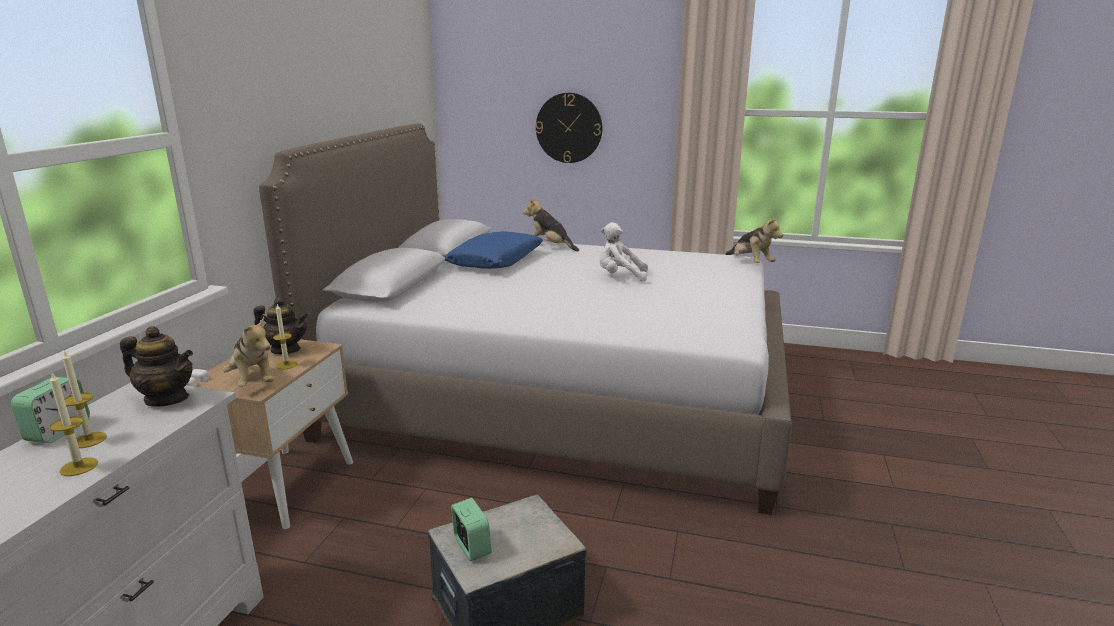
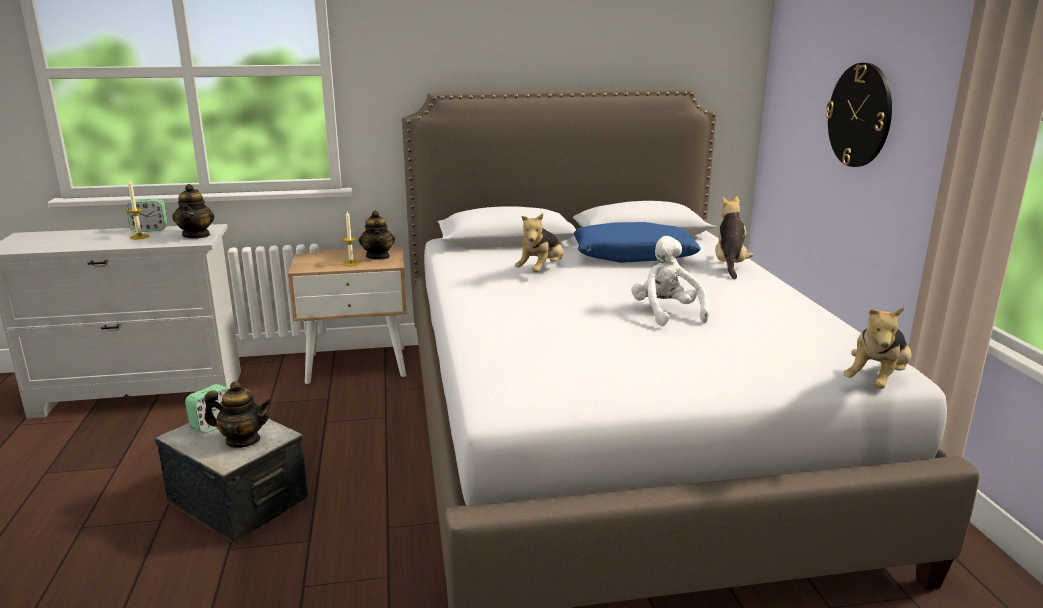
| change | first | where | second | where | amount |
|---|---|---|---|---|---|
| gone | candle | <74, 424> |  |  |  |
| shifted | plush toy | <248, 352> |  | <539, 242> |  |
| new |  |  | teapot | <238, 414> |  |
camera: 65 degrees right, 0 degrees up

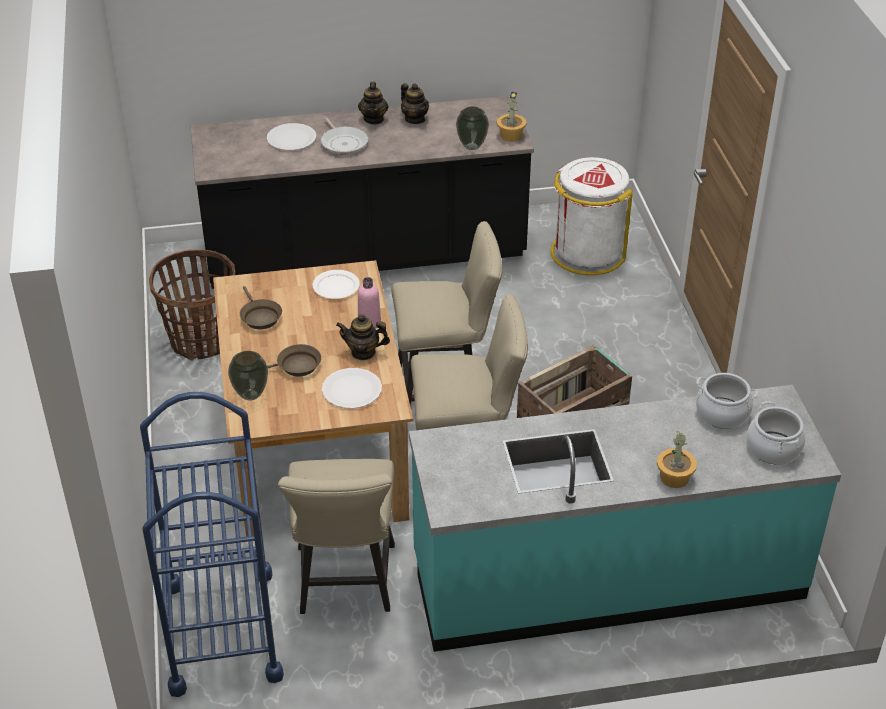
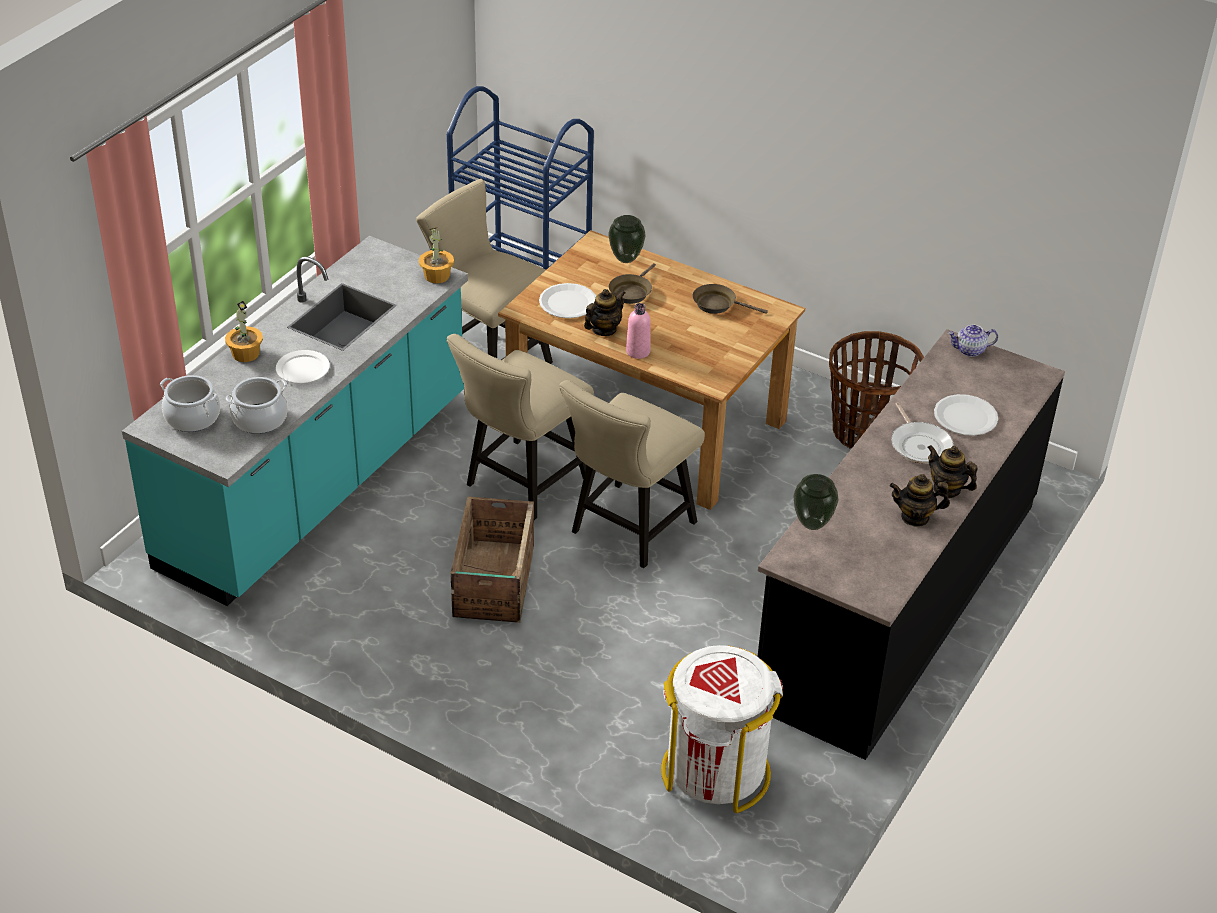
| change | first | where | second | where | amount |
|---|---|---|---|---|---|
| shifted | white plate | <336, 284> |  | <303, 366> |  |
| rotated | frying pan | <344, 135> |  | <922, 433> | 120 degrees counterclockwise |
| shifted | potted plant | <512, 117> |  | <436, 255> |  |
| new |  |  | teapot | <973, 341> |  |
camera: 130 degrees right, 0 degrees up

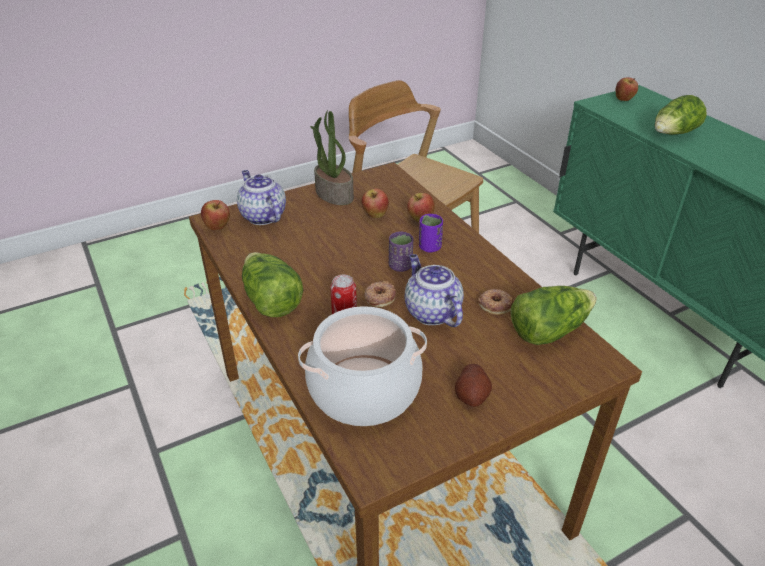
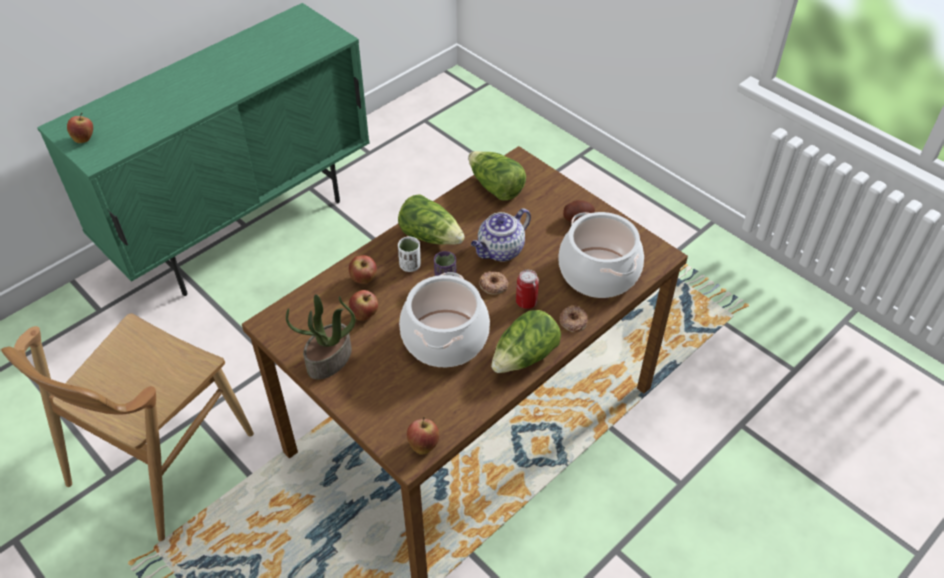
| change | first | where | second | where | amount |
|---|---|---|---|---|---|
| gone | teapot | <261, 197> |  |  |  |
| repainted | purple cup | <431, 233> | white cup | <409, 254> |  |
| shifted | donut | <495, 302> |  | <573, 319> |  |
| shifted | lettuce | <680, 115> |  | <431, 219> |  |
| new |  |  | cooking pot | <444, 319> |  |
camera: 105 degrees left, 10 degrees up

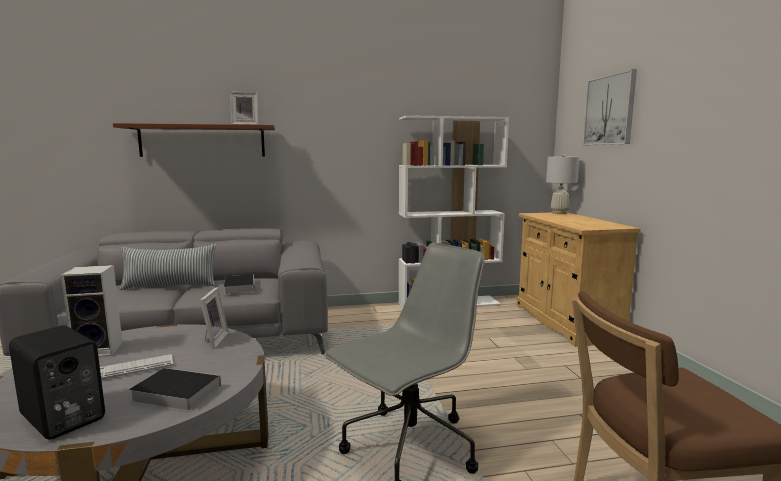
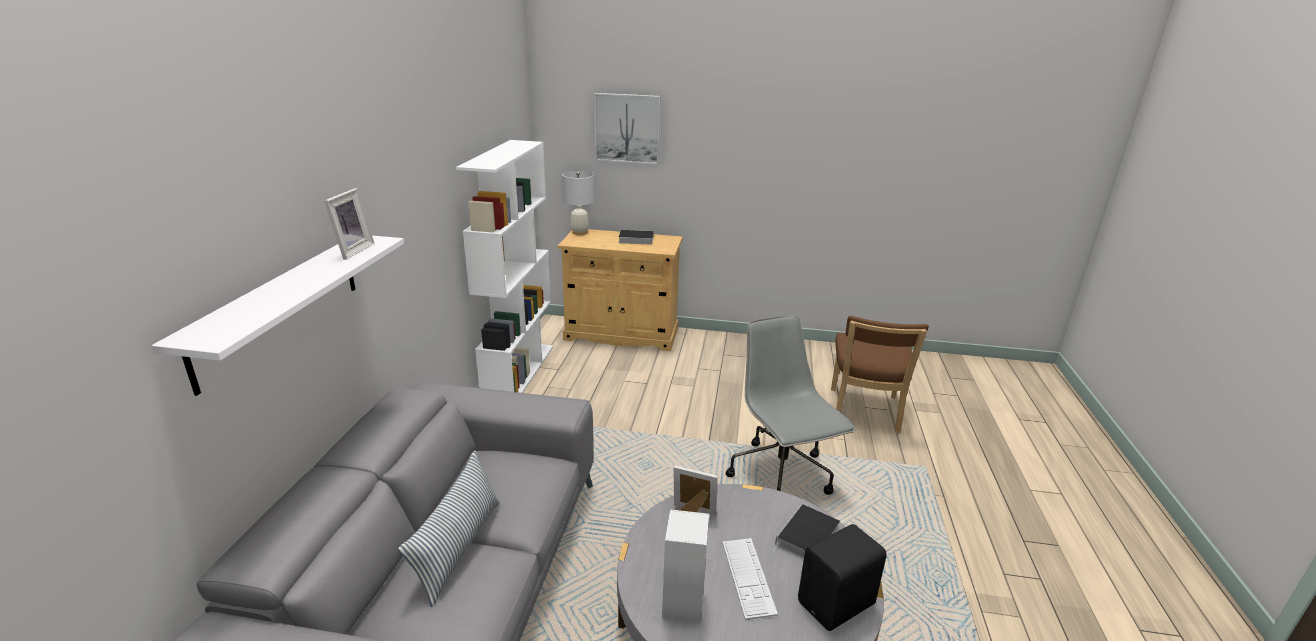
| change | first | where | second | where | amount |
|---|---|---|---|---|---|
| repainted | brown shelf | <194, 140> | white shelf | <277, 316> |  |
| shifted | book | <239, 284> |  | <636, 237> |  |
camera: 70 degrees left, 15 degrees up

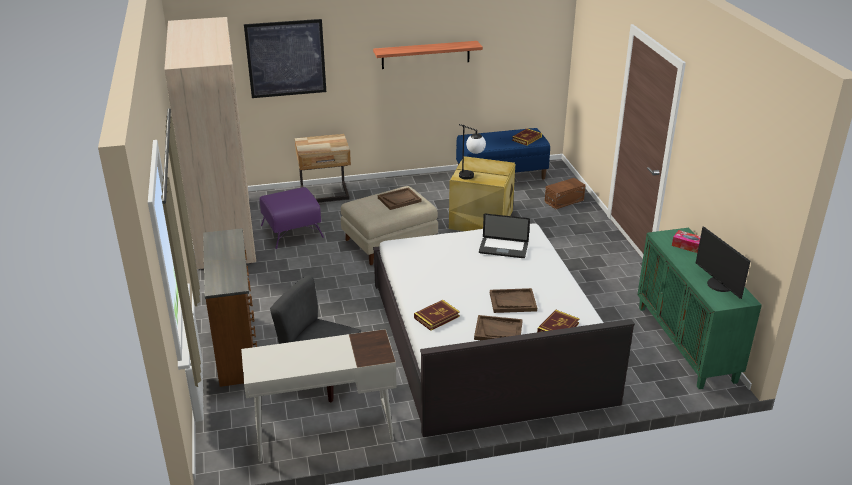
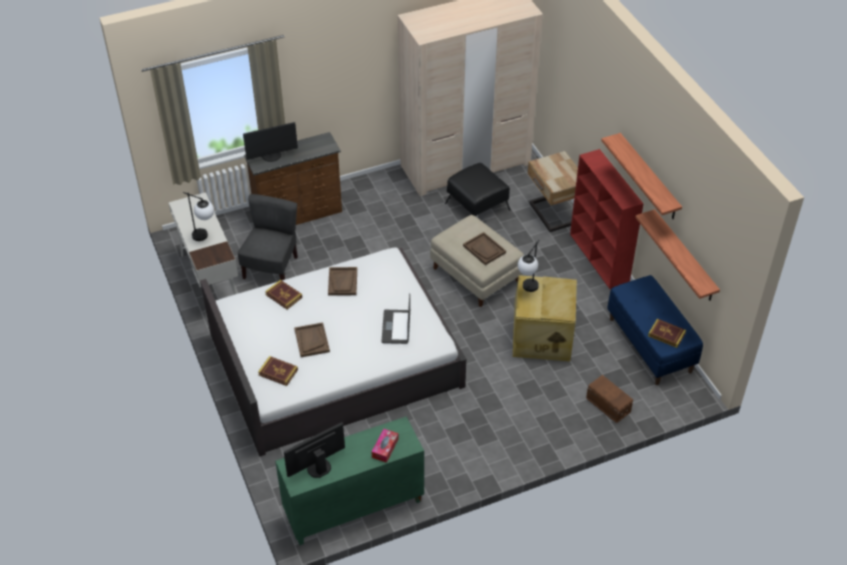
| change | first | where | second | where | amount |
|---|---|---|---|---|---|
| gone | picture | <285, 58> |  |  |  |
| repainted | purple ottoman | <291, 218> | black ottoman | <477, 190> |  |
| shifted | brown tray | <498, 327> |  | <342, 281> |  |
| new |  |  | table lamp | <198, 216> |  |
| new |  |  | monitor | <270, 142> |  |
| new |  |  | red bookcase | <607, 219> |  |
| new |  |  | shelf | <677, 255> |  |
camera: 80 degrees right, 15 degrees up

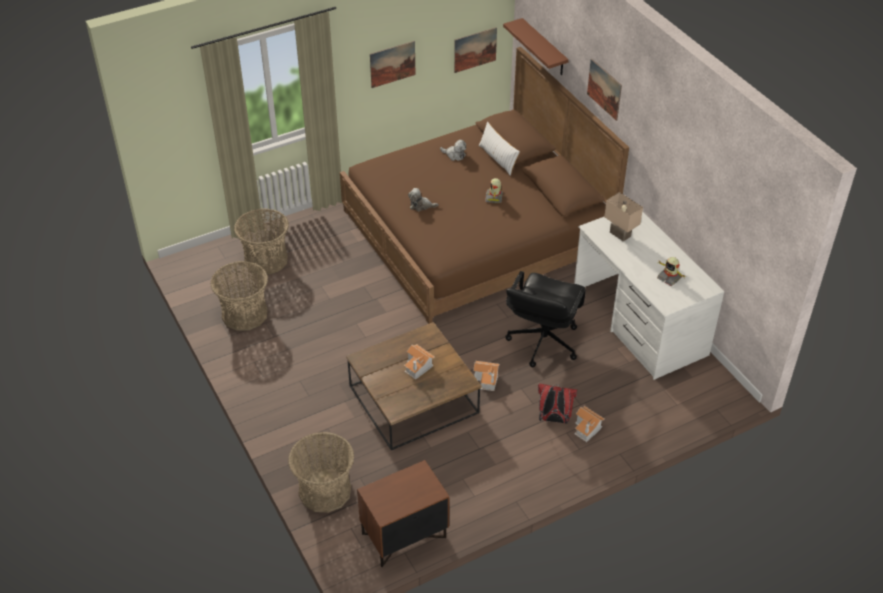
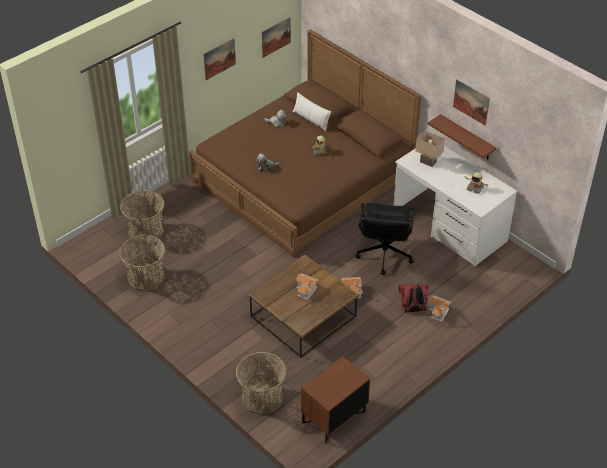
| change | first | where | second | where | amount |
|---|---|---|---|---|---|
| shifted | brown shelf | <536, 46> |  | <462, 136> |  |
| shifted | picture | <604, 90> |  | <471, 103> |  |
camera: 15 degrees left, 0 degrees up

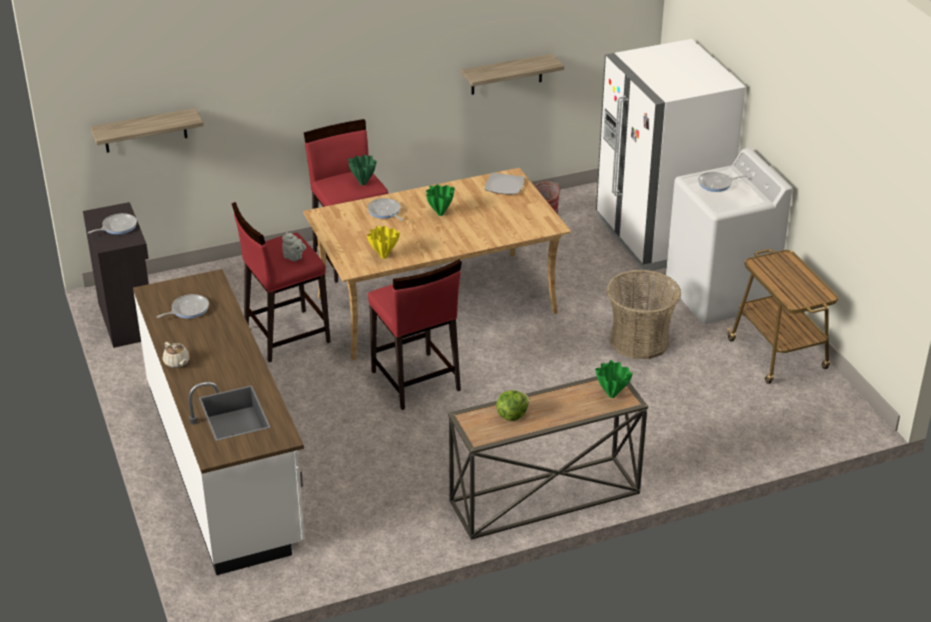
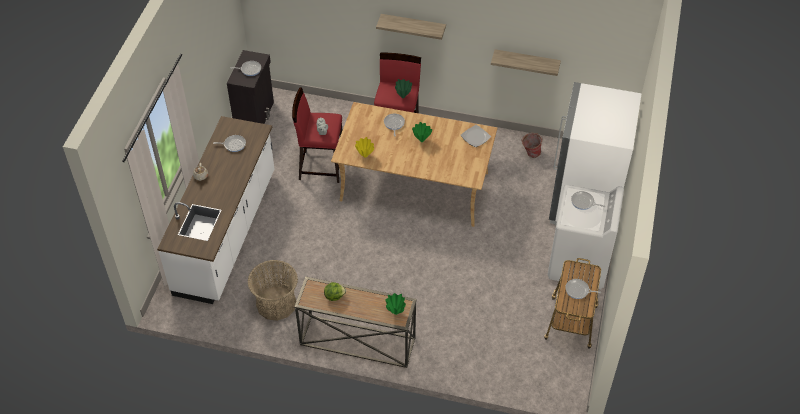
| change | first | where | second | where | amount |
|---|---|---|---|---|---|
| shifted | shelf | <146, 130> |  | <411, 27> |  |
| gone | red stool | <415, 334> |  |  |  |
| shifted | basket | <643, 314> |  | <273, 290> |  |
| new |  |  | frying pan | <582, 289> |  |
camera: 35 degrees right, 15 degrees up

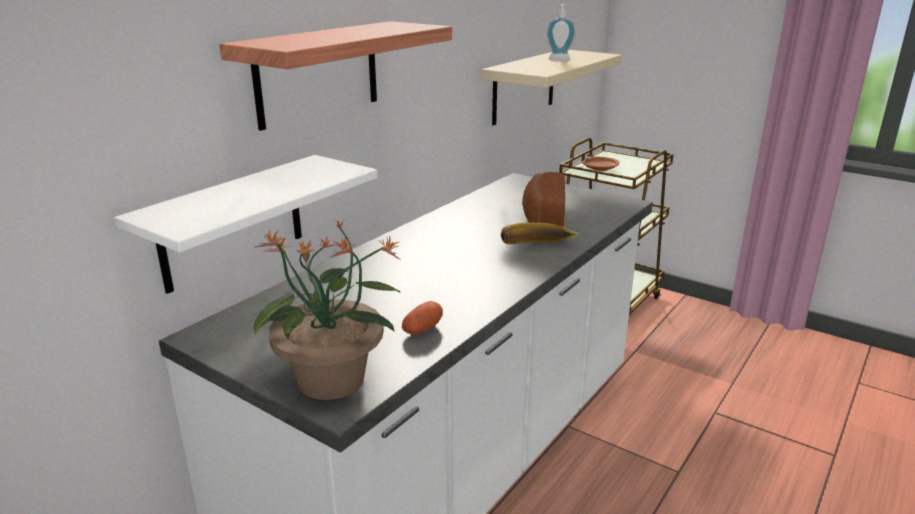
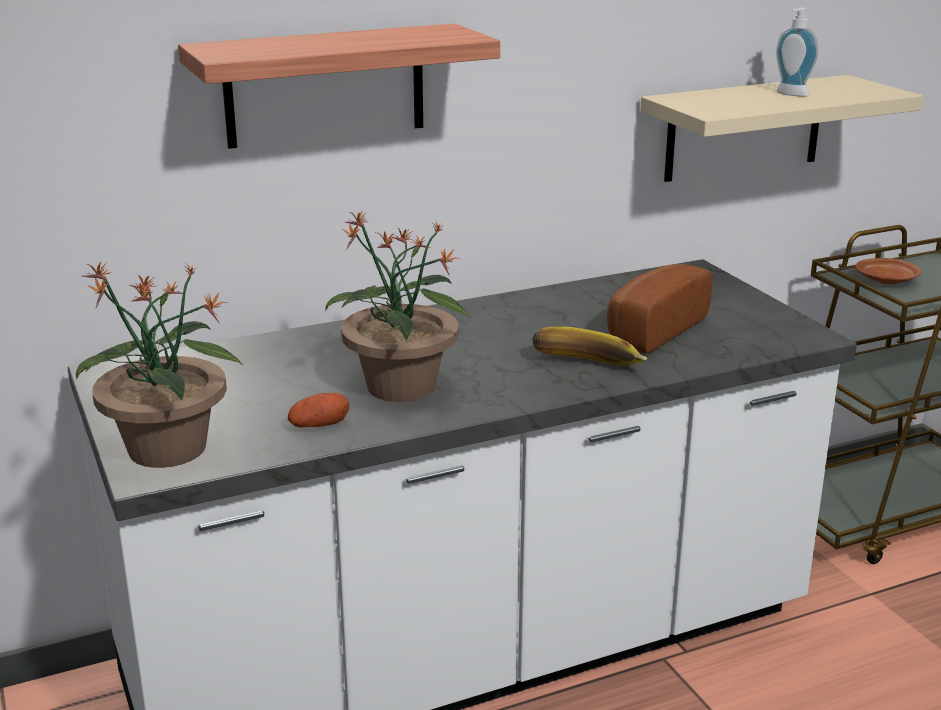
| change | first | where | second | where | amount |
|---|---|---|---|---|---|
| gone | white shelf | <246, 224> |  |  |  |
| new |  |  | potted plant | <398, 306> |  |
camera: 30 degrees right, 0 degrees up

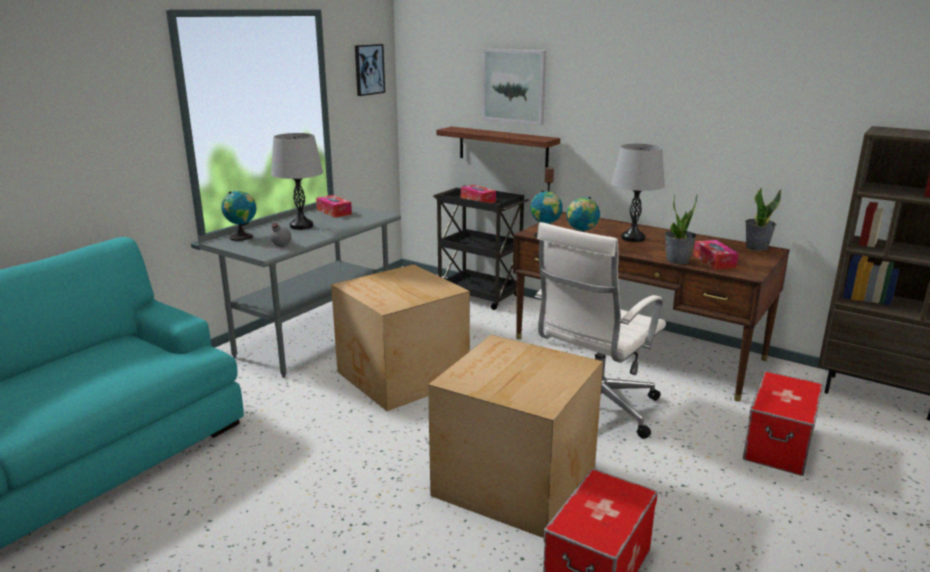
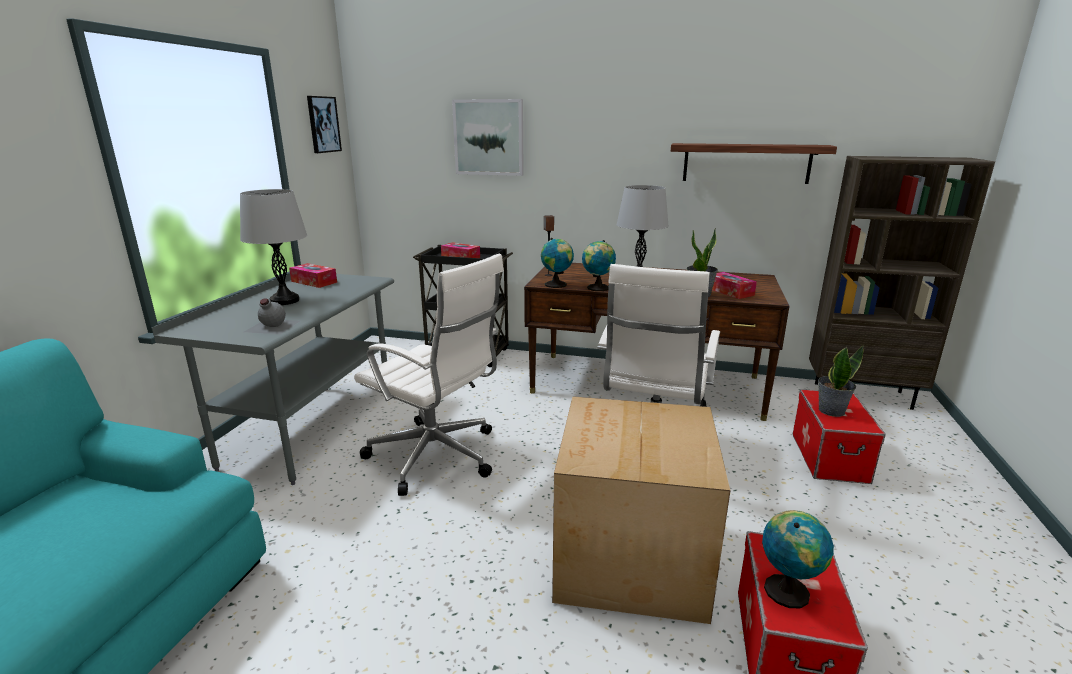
| change | first | where | second | where | amount |
|---|---|---|---|---|---|
| shifted | globe | <238, 216> |  | <798, 559> |  |
| swapped | cardboard box | <400, 337> | white office chair | <429, 375> |  |
| shifted | shelf | <498, 146> |  | <754, 163> |  |
| shifted | potted plant | <763, 219> |  | <841, 381> |  |
camera: 20 degrees left, 0 degrees up

